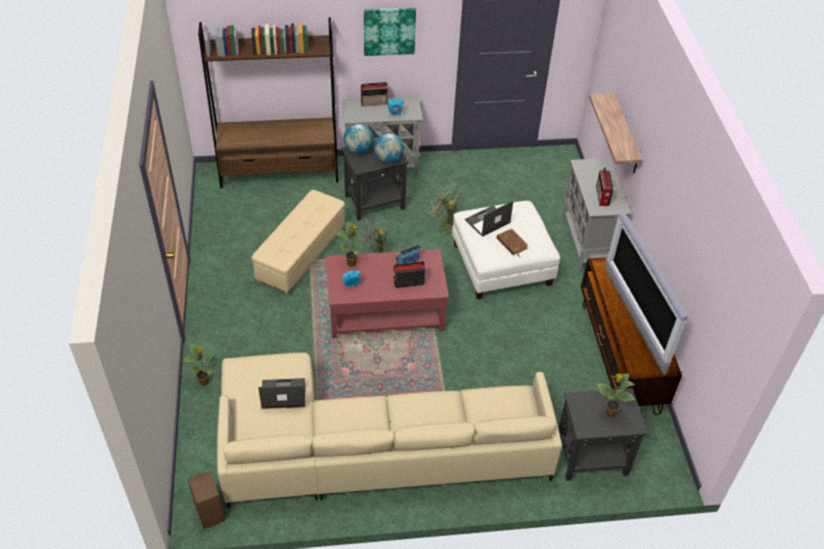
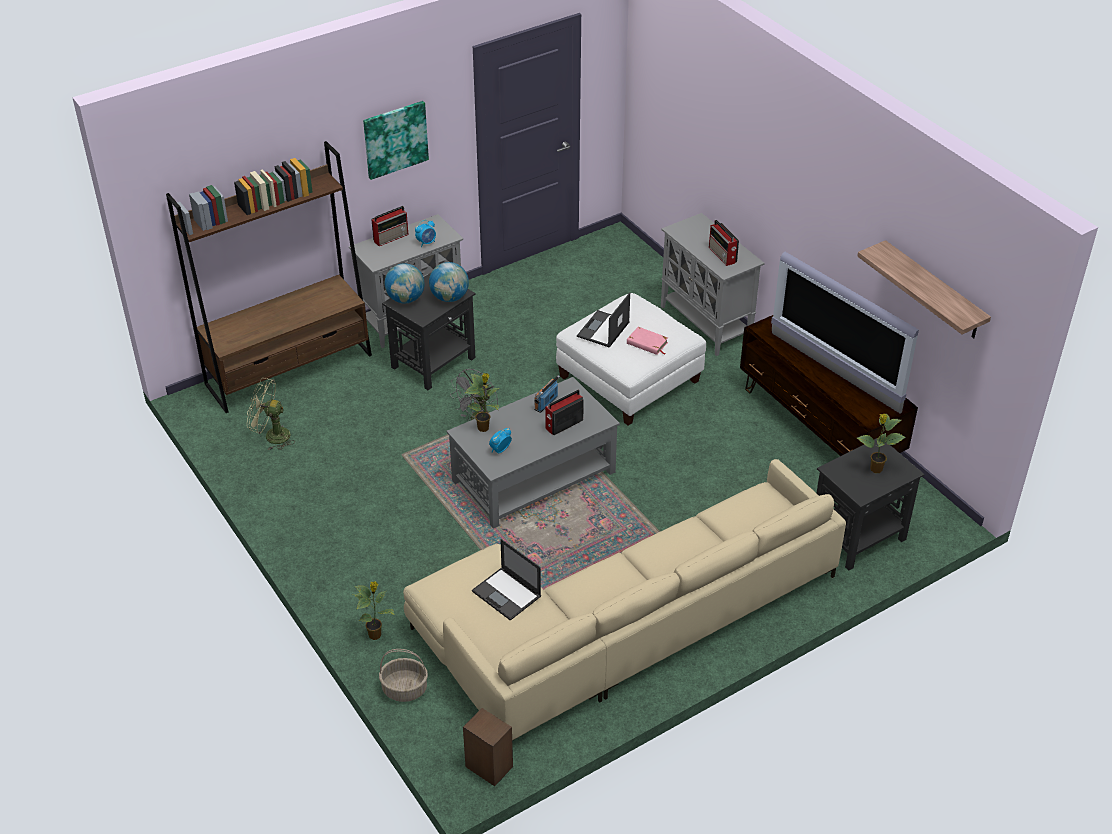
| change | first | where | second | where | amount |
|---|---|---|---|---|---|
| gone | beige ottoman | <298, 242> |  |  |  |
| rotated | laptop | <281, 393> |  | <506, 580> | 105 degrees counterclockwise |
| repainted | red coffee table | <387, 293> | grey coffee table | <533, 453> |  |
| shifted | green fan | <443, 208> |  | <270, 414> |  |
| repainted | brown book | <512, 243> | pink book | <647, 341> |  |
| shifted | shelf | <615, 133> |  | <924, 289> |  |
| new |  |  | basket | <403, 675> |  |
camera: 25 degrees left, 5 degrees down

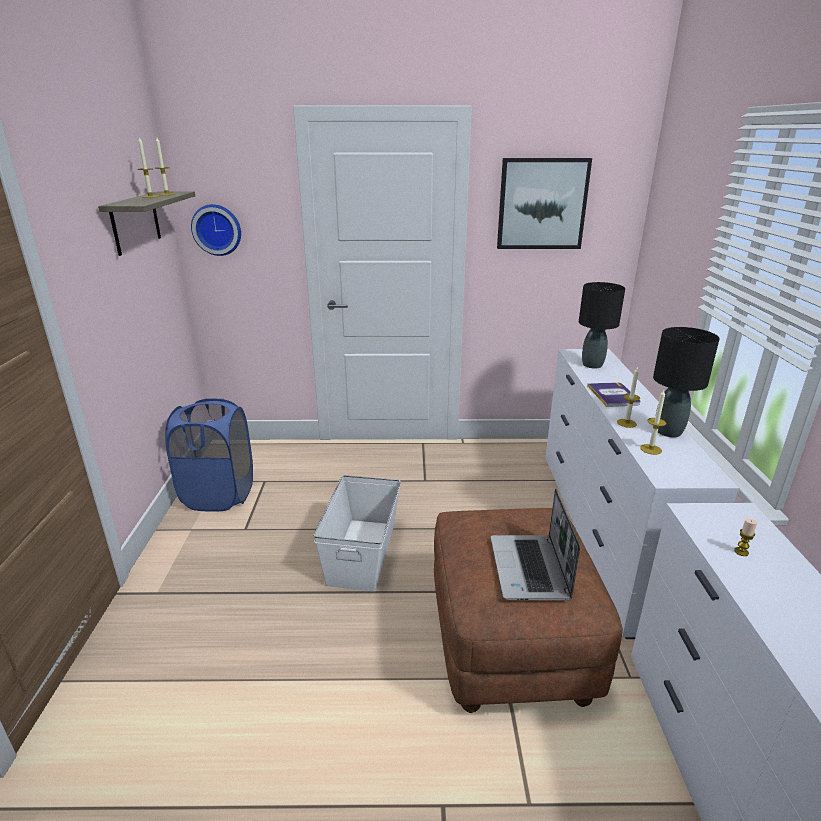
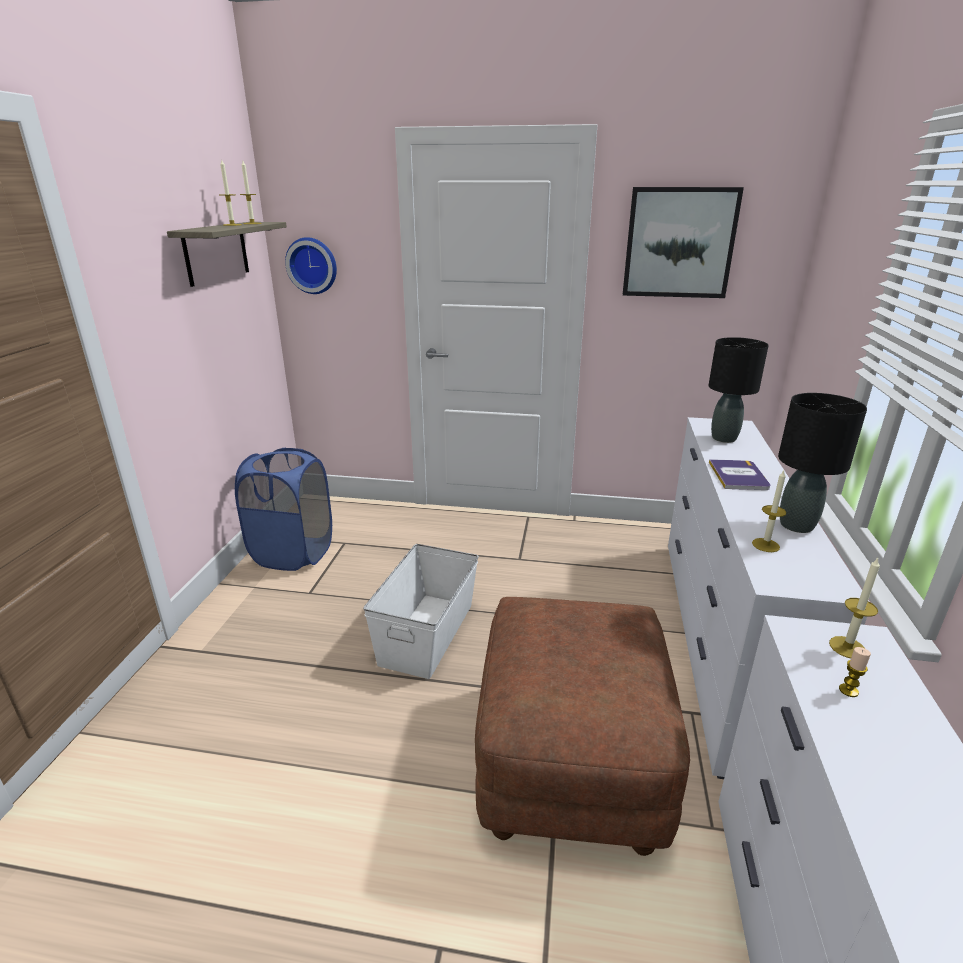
| change | first | where | second | where | amount |
|---|---|---|---|---|---|
| gone | laptop | <535, 544> |  |  |  |
| shifted | candle | <628, 398> |  | <854, 608> |  |
camera: 10 degrees right, 0 degrees up

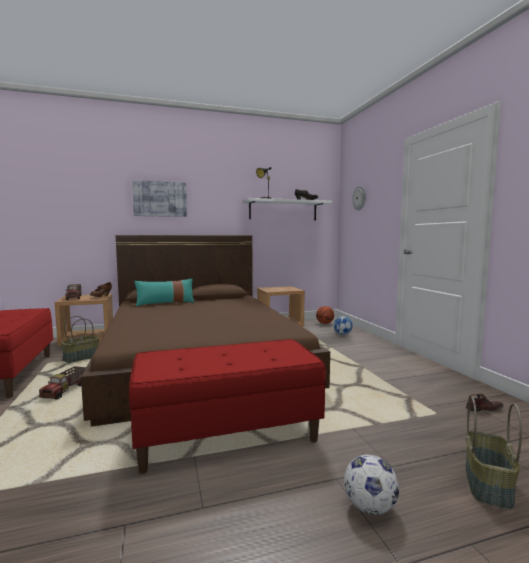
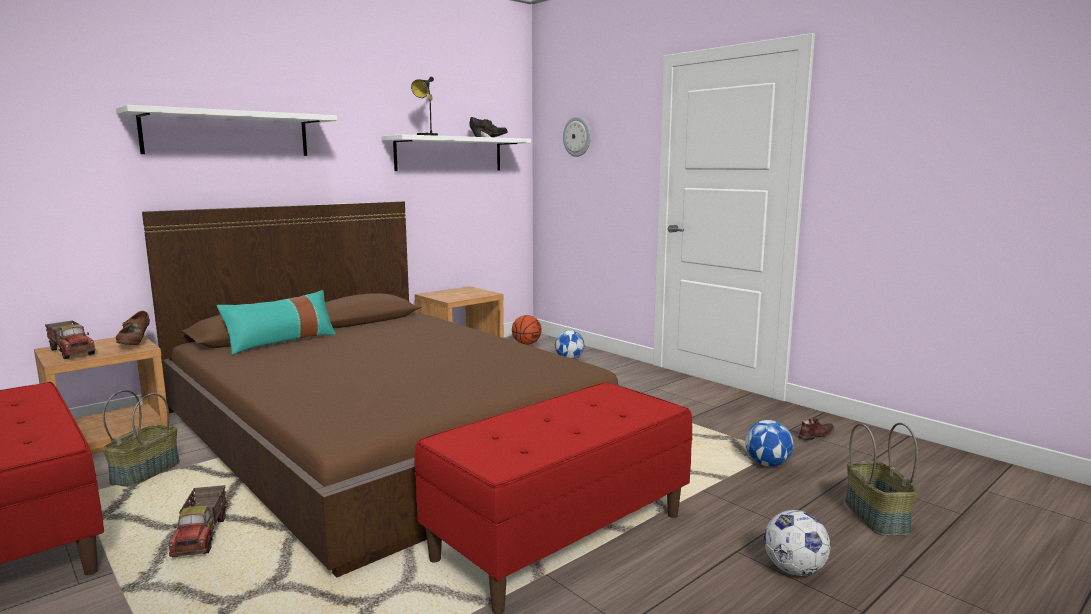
| change | first | where | second | where | amount |
|---|---|---|---|---|---|
| swapped | picture | <159, 198> | white shelf | <226, 130> |  |
| new |  |  | football | <769, 443> |  |
camera: 25 degrees left, 5 degrees up

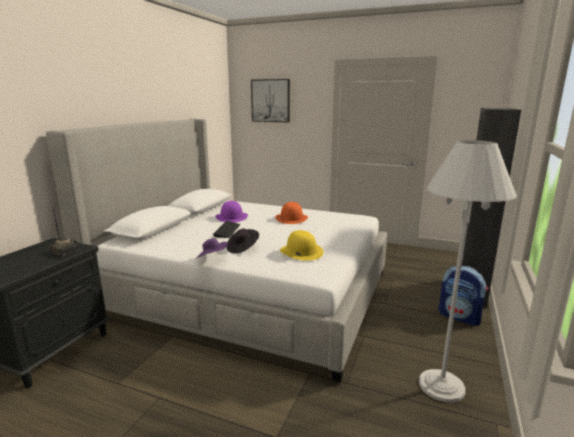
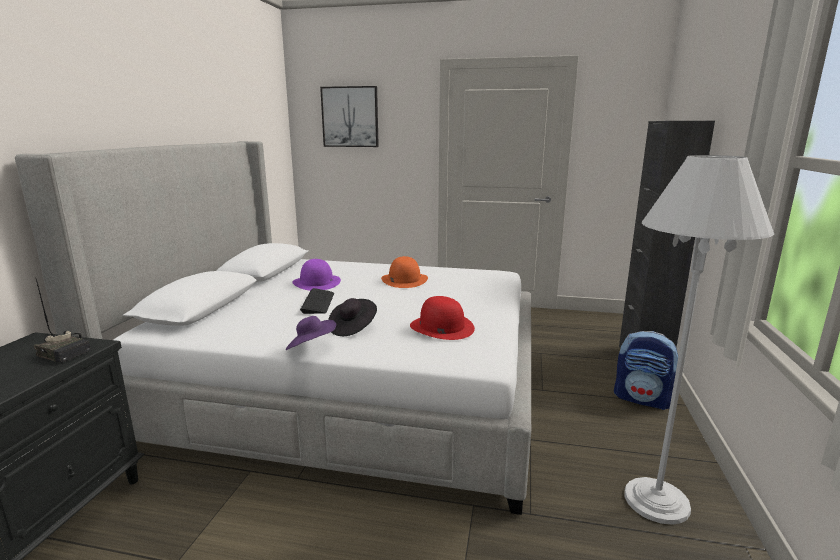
| change | first | where | second | where | amount |
|---|---|---|---|---|---|
| repainted | yellow hat | <302, 245> | red hat | <442, 318> |  |
camera: 10 degrees left, 0 degrees up

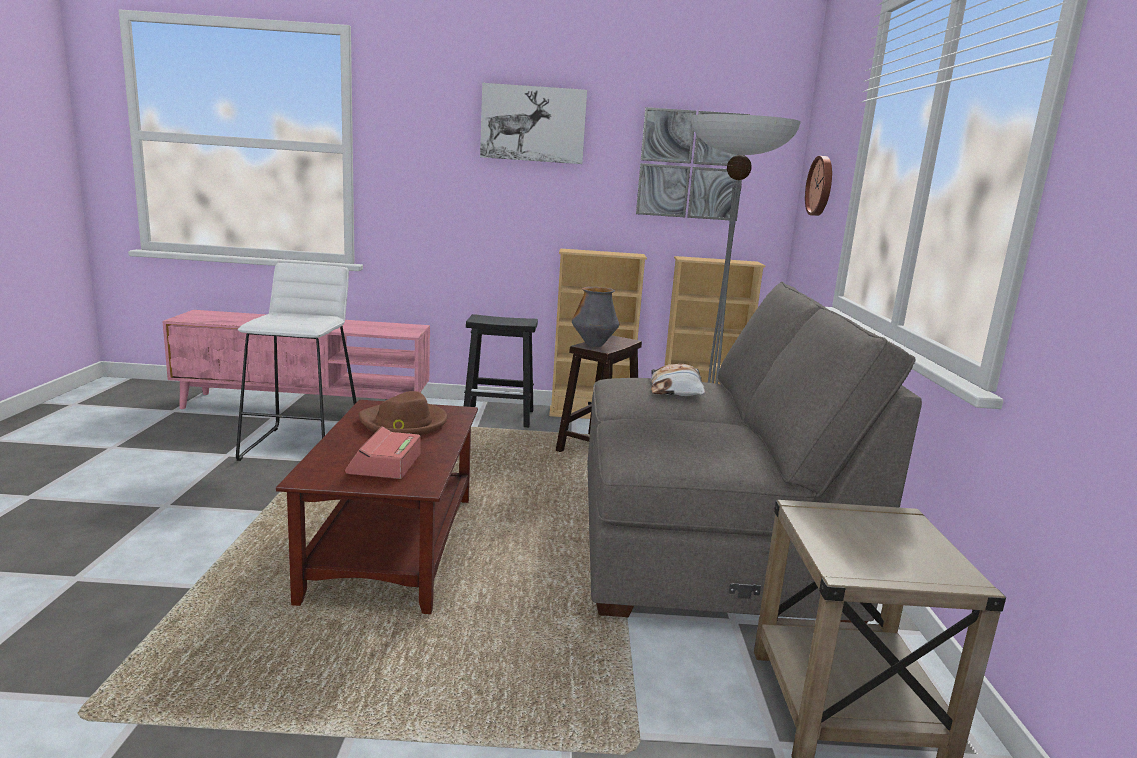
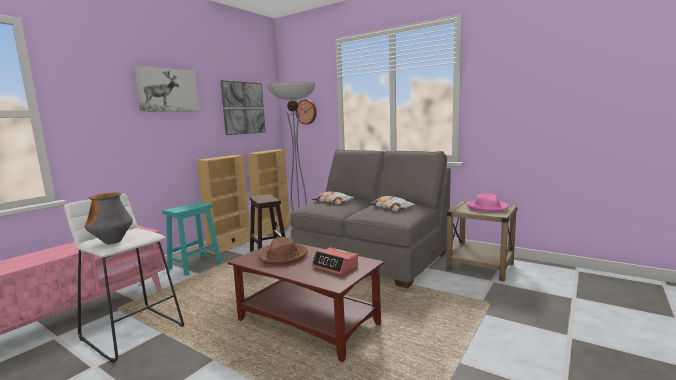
| change | first | where | second | where | amount |
|---|---|---|---|---|---|
| repainted | black stool | <501, 370> | turquoise stool | <192, 239> |  |
| shifted | vase | <595, 317> |  | <109, 218> |  |
| new |  |  | pillow | <391, 203> |  |
| new |  |  | pink hat | <488, 202> |  |
camera: 55 degrees left, 5 degrees down

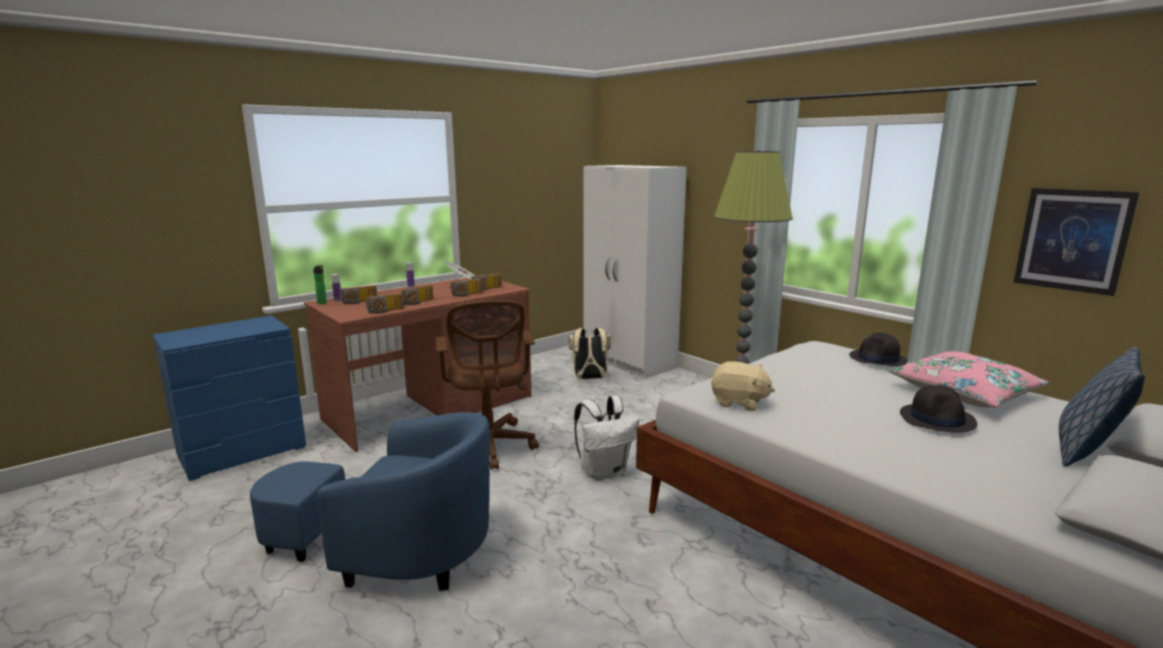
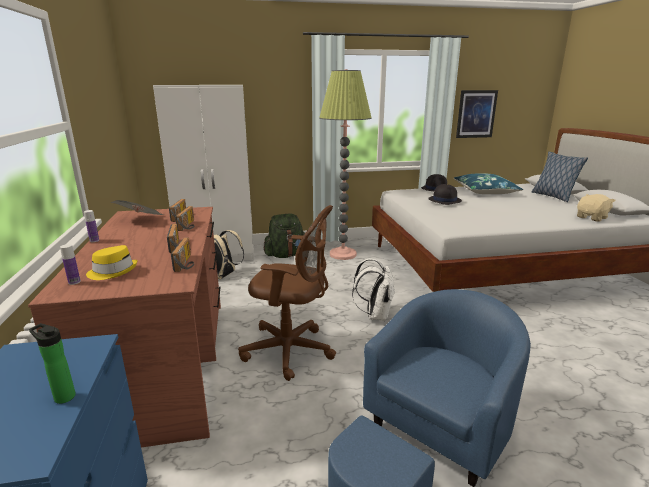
| change | first | where | second | where | amount |
|---|---|---|---|---|---|
| shifted | bottle | <320, 284> |  | <52, 363> |  |
| swapped | radio | <358, 294> | yellow hat | <111, 262> |  |
| shifted | beige plush toy | <743, 386> |  | <596, 208> |  |
| repainted | pink pillow | <969, 379> | blue pillow | <488, 184> |  |
| shifted | black hat | <938, 409> |  | <445, 194> |  |
| new |  |  | green backpack | <284, 236> |  |
camera: 60 degrees left, 5 degrees up

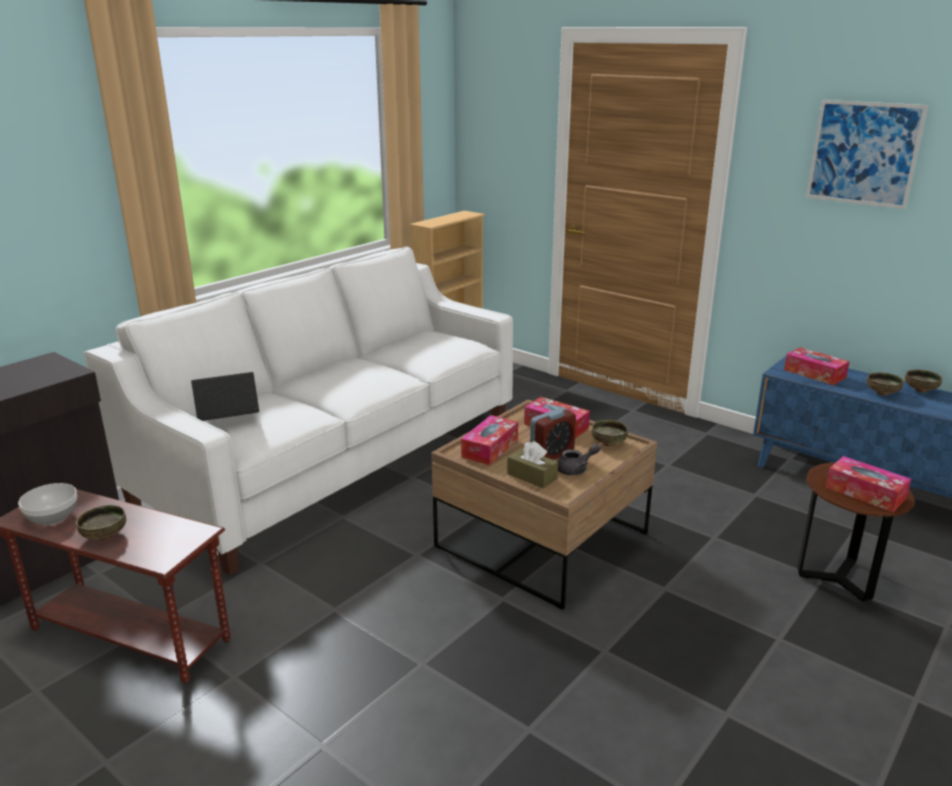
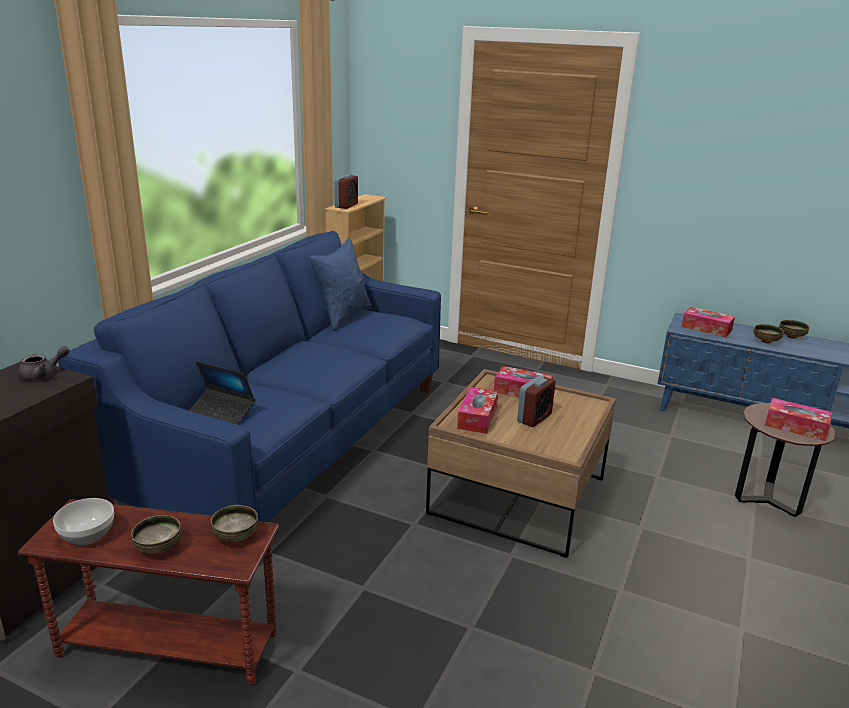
| change | first | where | second | where | amount |
|---|---|---|---|---|---|
| repainted | white sofa | <298, 411> | blue sofa | <249, 376> |  |
| rotated | laptop | <225, 396> |  | <222, 392> | 120 degrees counterclockwise |
| gone | brown tissue box | <532, 464> |  |  |  |
| shifted | grey teapot | <578, 459> |  | <44, 363> |  |
| shifted | bowl | <610, 433> |  | <234, 523> |  |
| gone | picture | <867, 154> |  |  |  |
| new |  |  | blue pillow | <341, 285> |  |
| new |  |  | alarm clock | <346, 191> |  |
camera: 15 degrees left, 0 degrees up

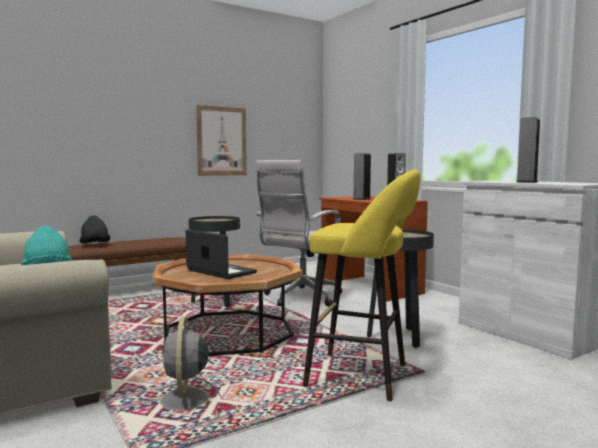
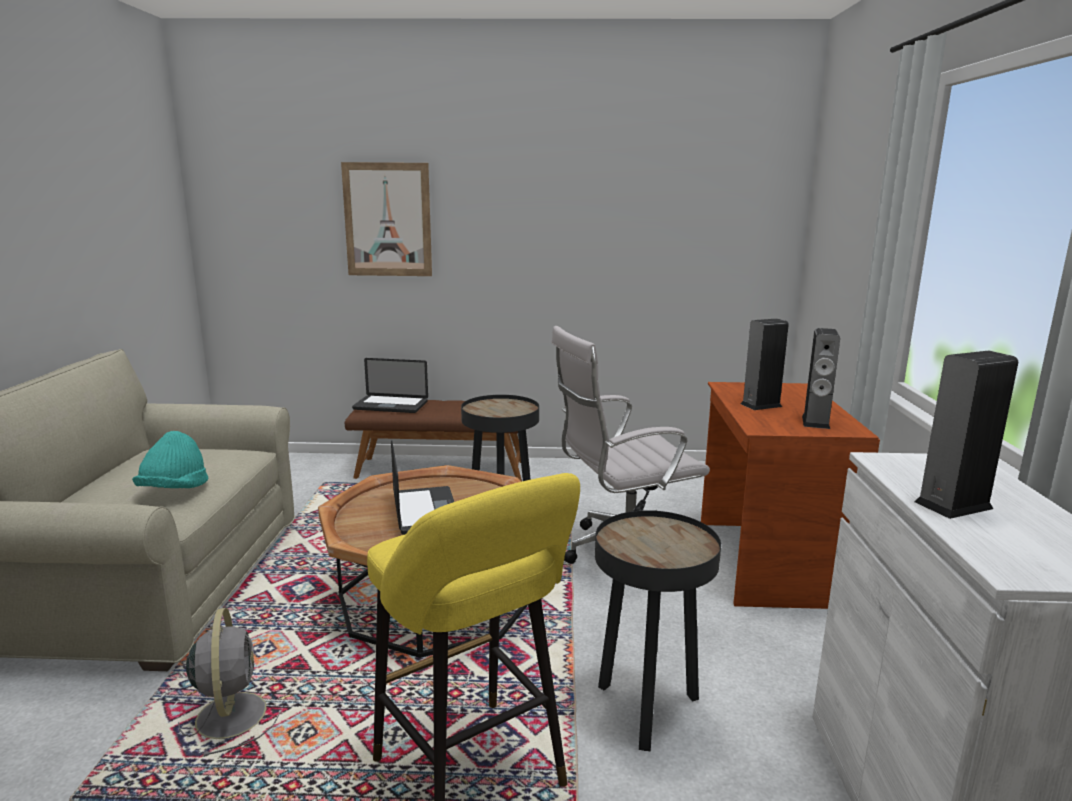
| change | first | where | second | where | amount |
|---|---|---|---|---|---|
| swapped | black hat | <95, 229> | laptop | <390, 385> |  |
| rotated | grey fan | <186, 366> |  | <229, 682> | 135 degrees clockwise |
| shifted | picture | <221, 140> |  | <386, 219> |  |
camera: 35 degrees right, 10 degrees up

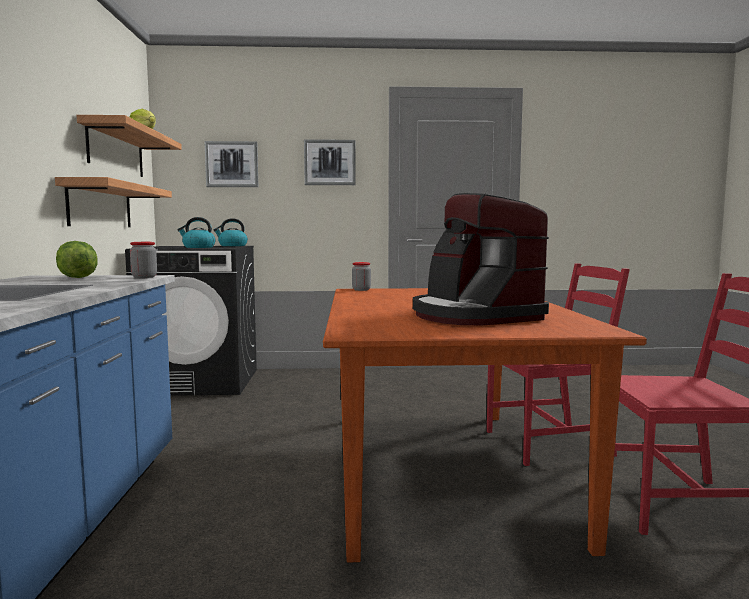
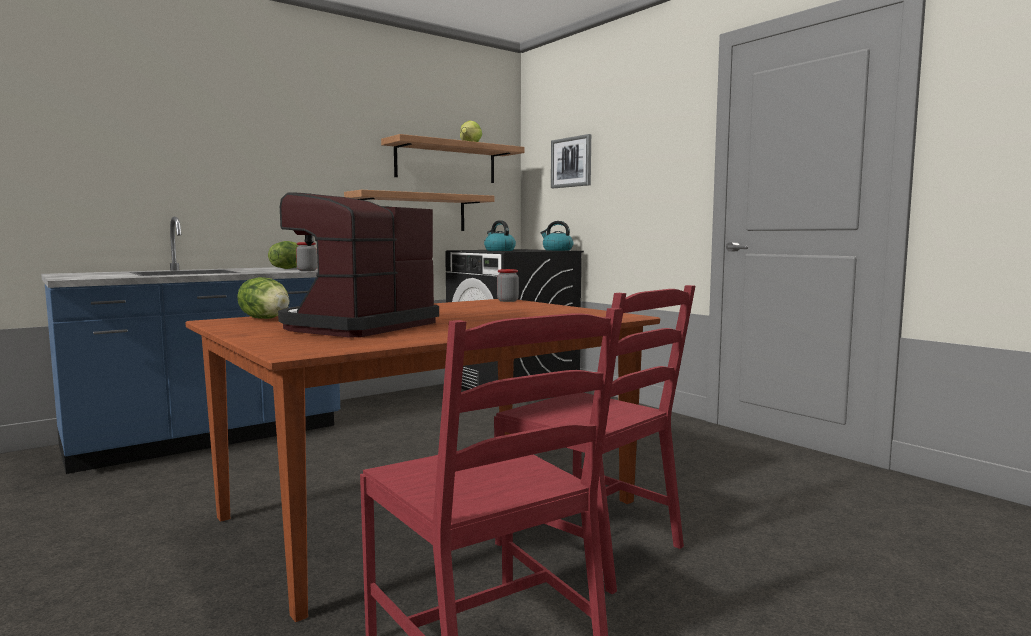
| change | first | where | second | where | amount |
|---|---|---|---|---|---|
| gone | picture | <330, 162> |  |  |  |
| new |  |  | lettuce | <263, 298> |  |
camera: 55 degrees right, 0 degrees up

